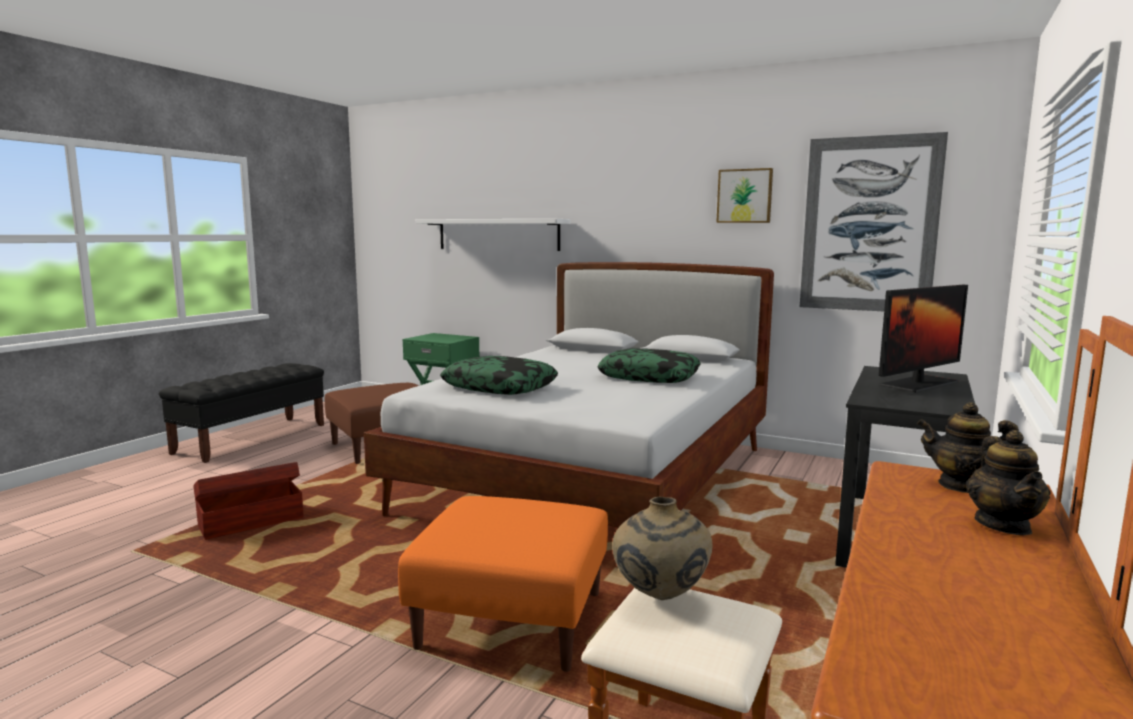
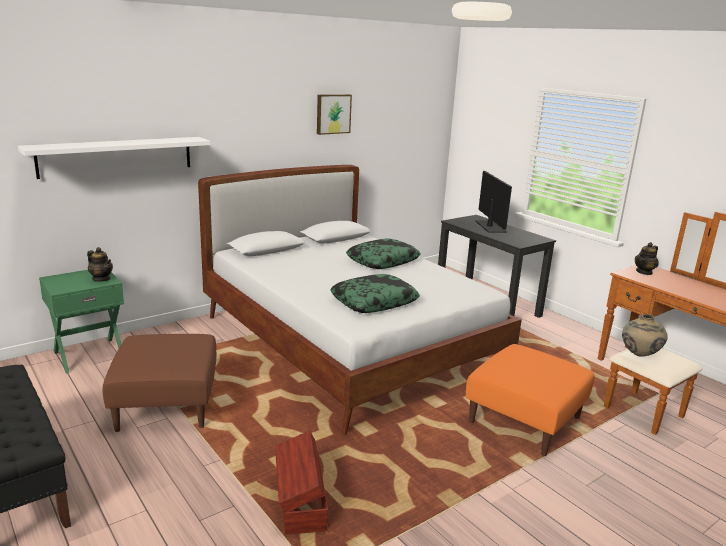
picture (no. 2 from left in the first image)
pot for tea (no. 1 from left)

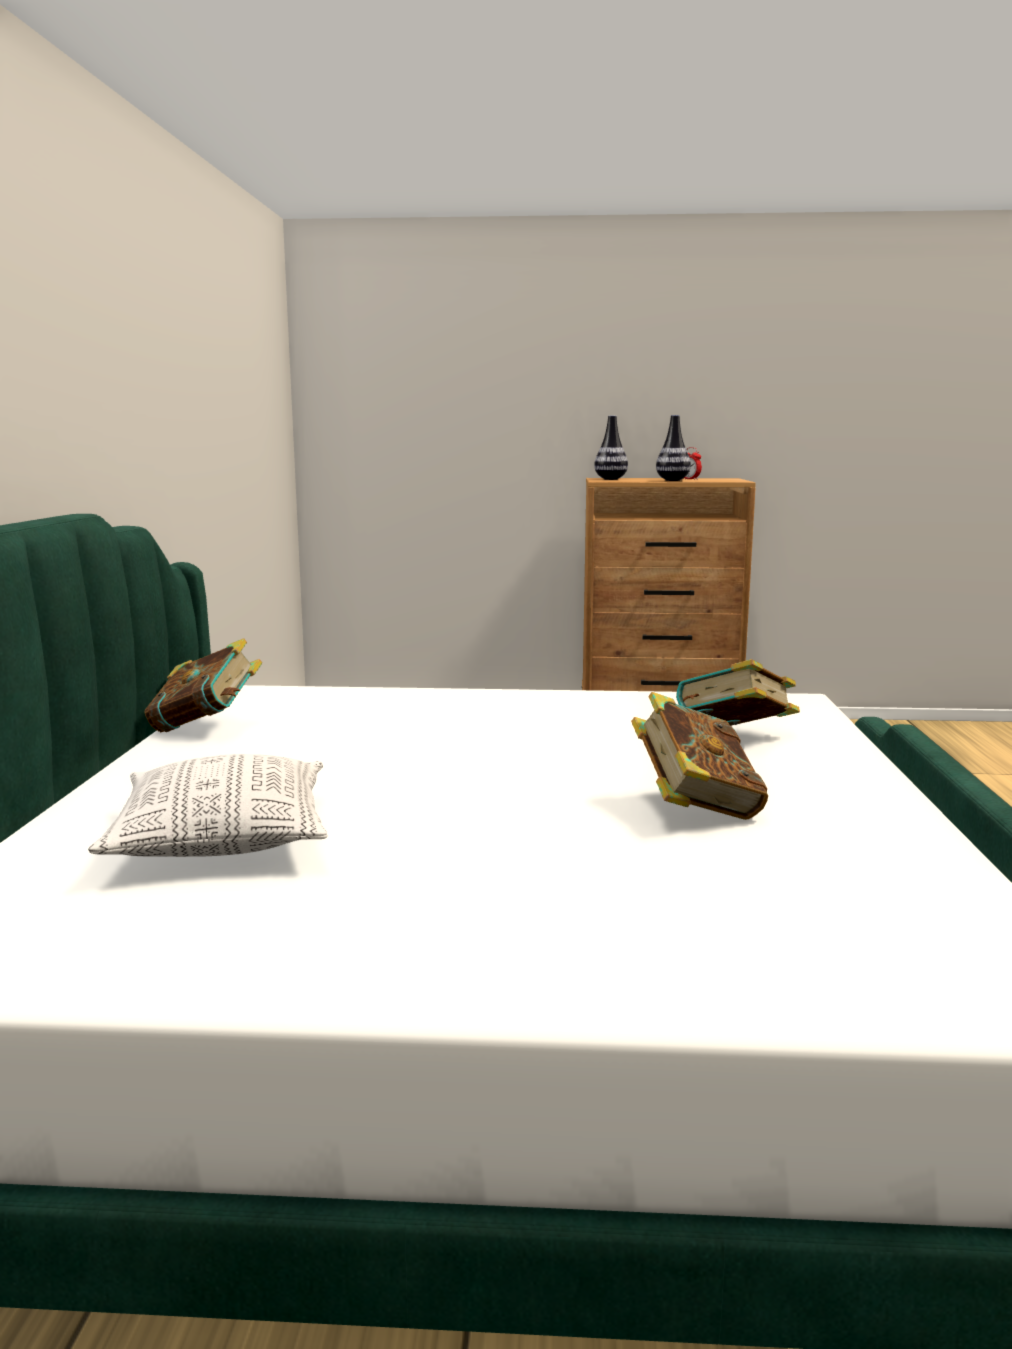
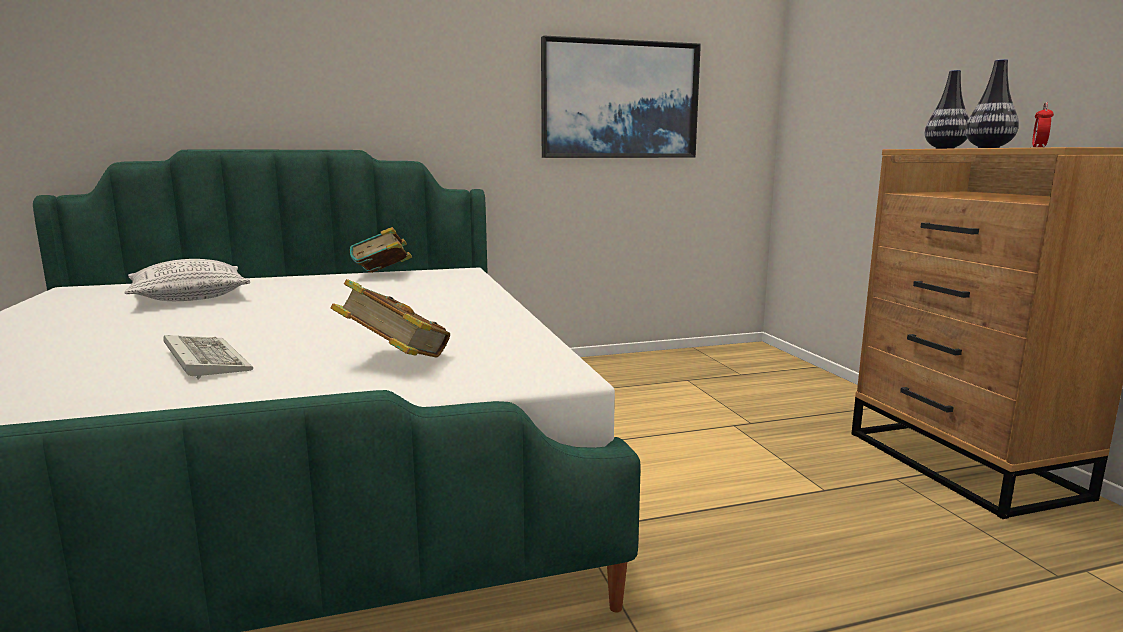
keyboard
picture

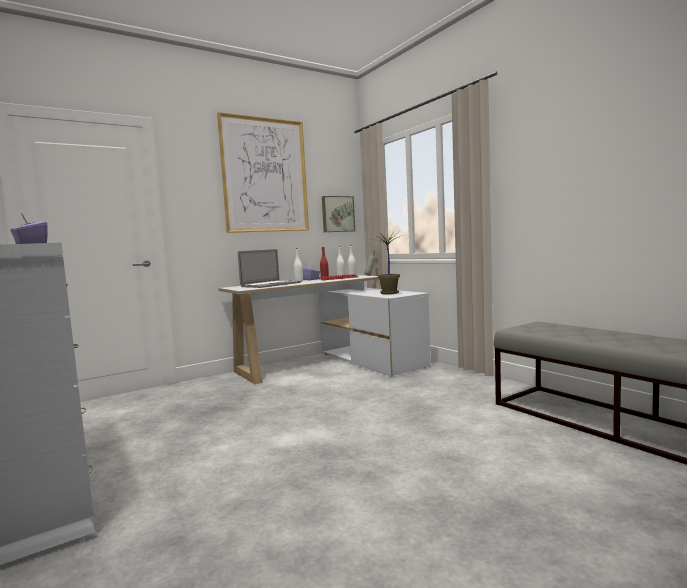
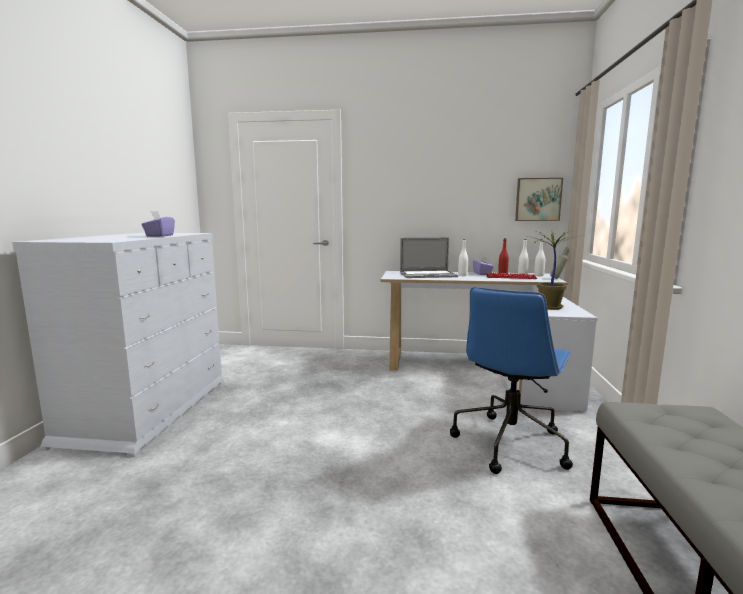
picture (no. 1 from left in the first image)
computer chair (bluish)

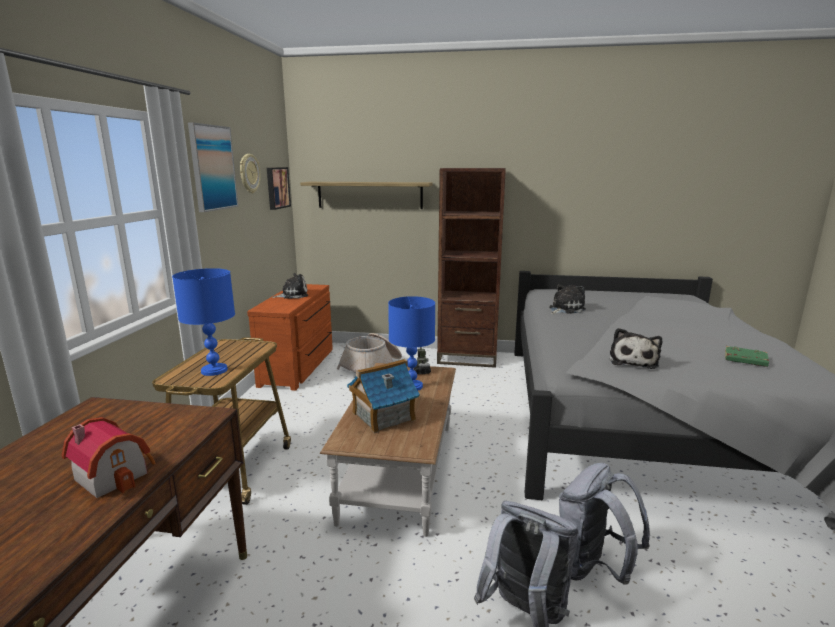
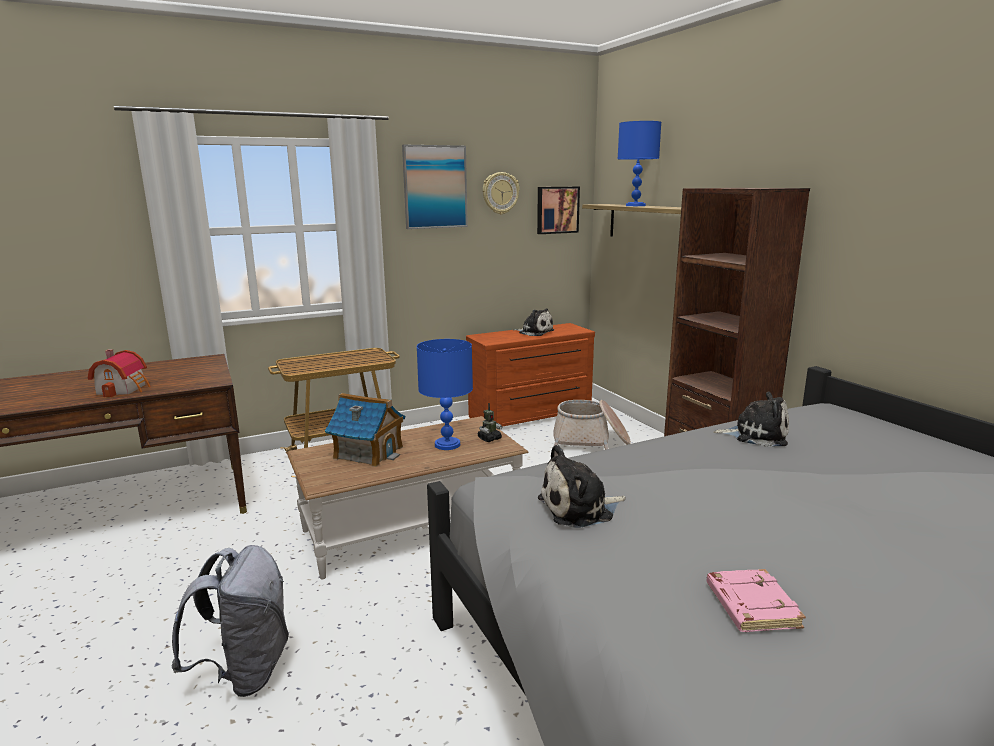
table lamp (bluish) (no. 2 from left)
rucksack (greyish) (no. 2 from left in the first image)
volume (pink-coloured)

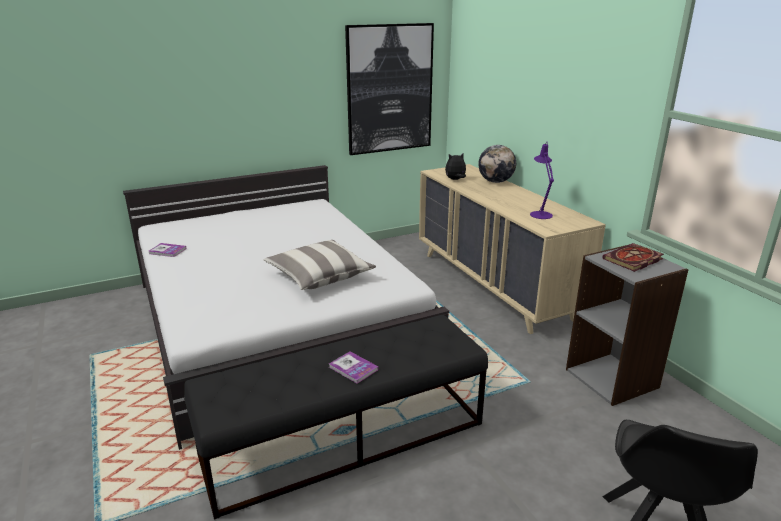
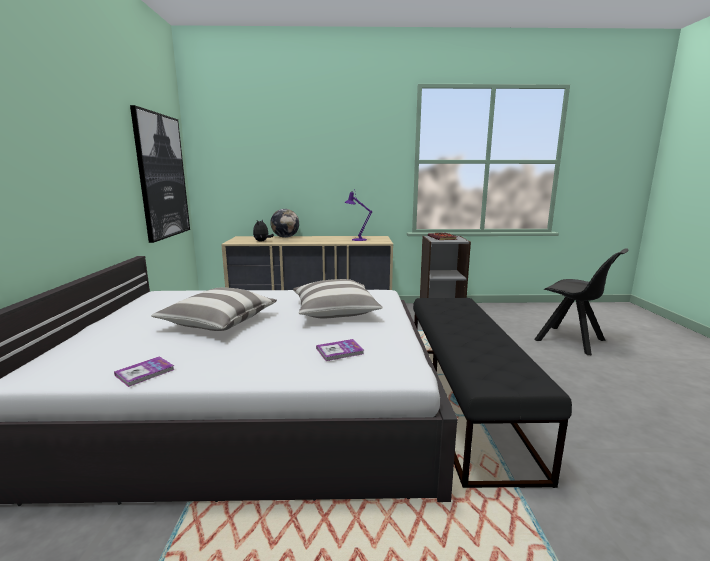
volume (no. 2 from left)
pillow (no. 1 from left)

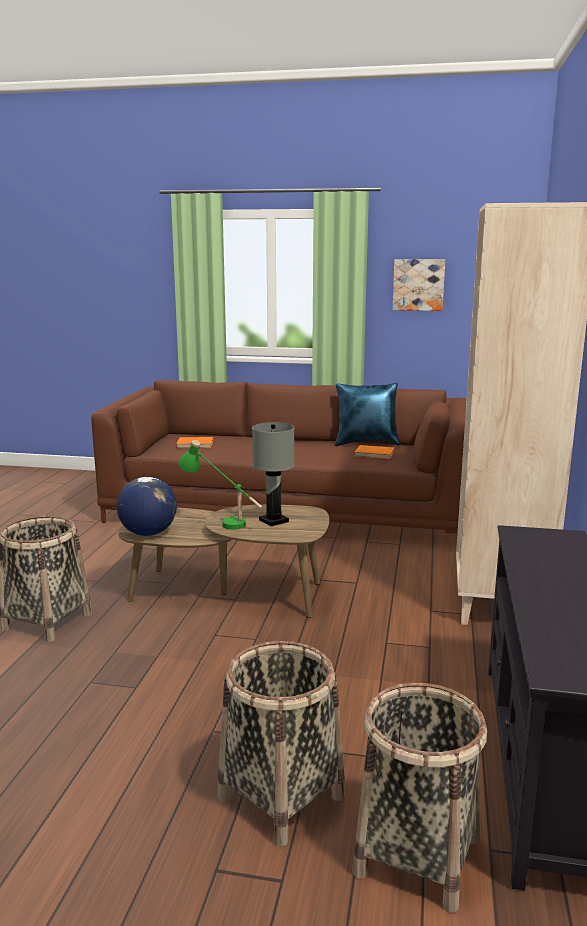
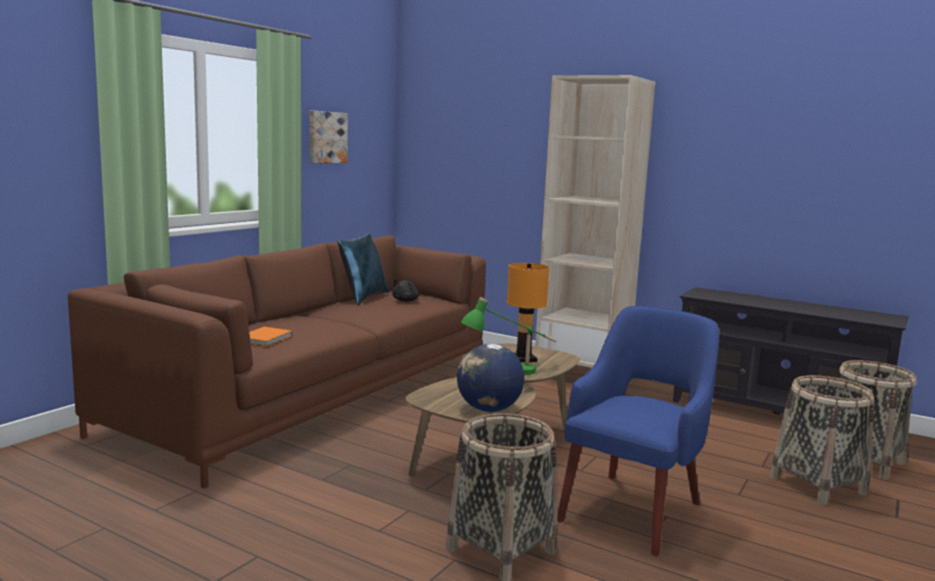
table lamp (orange)
plush toy (black)
lounge chair (bluish)

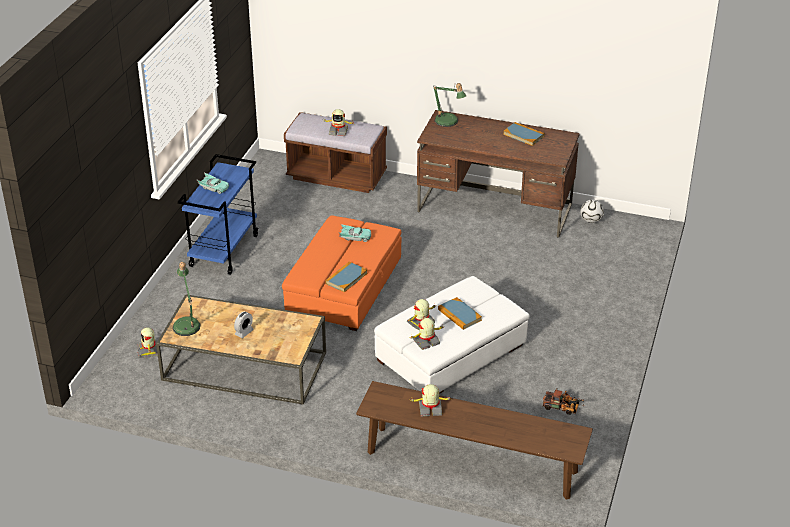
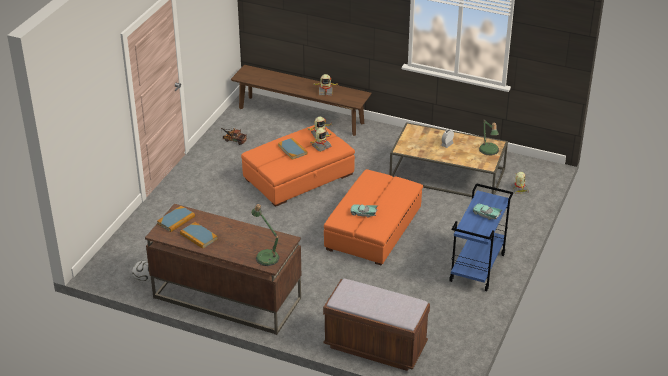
model robot (no. 2 from left in the first image)
volume (no. 1 from left)
footrest (orange) (no. 1 from left)

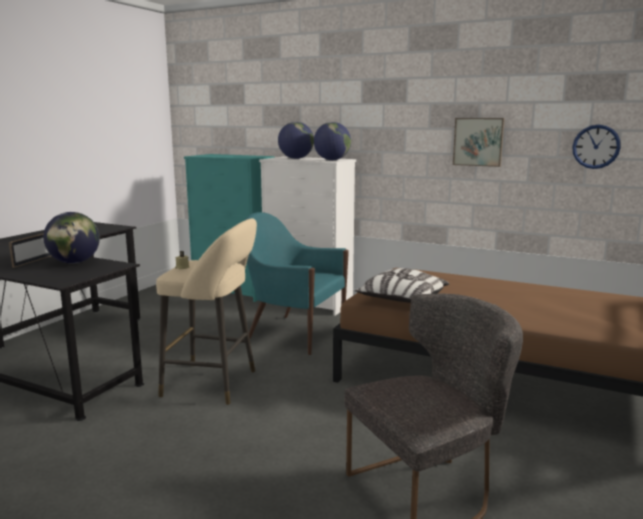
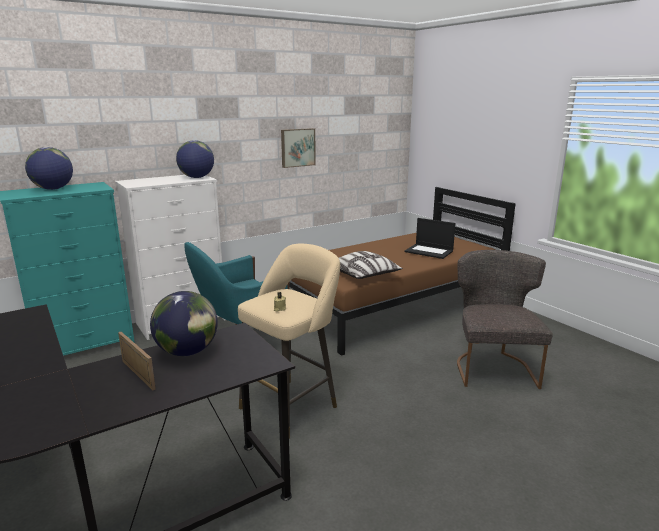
world globe (no. 1 from left)
wall clock
laptop

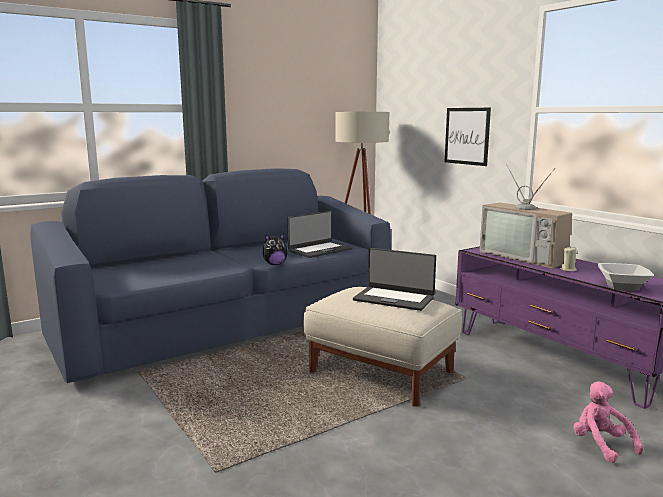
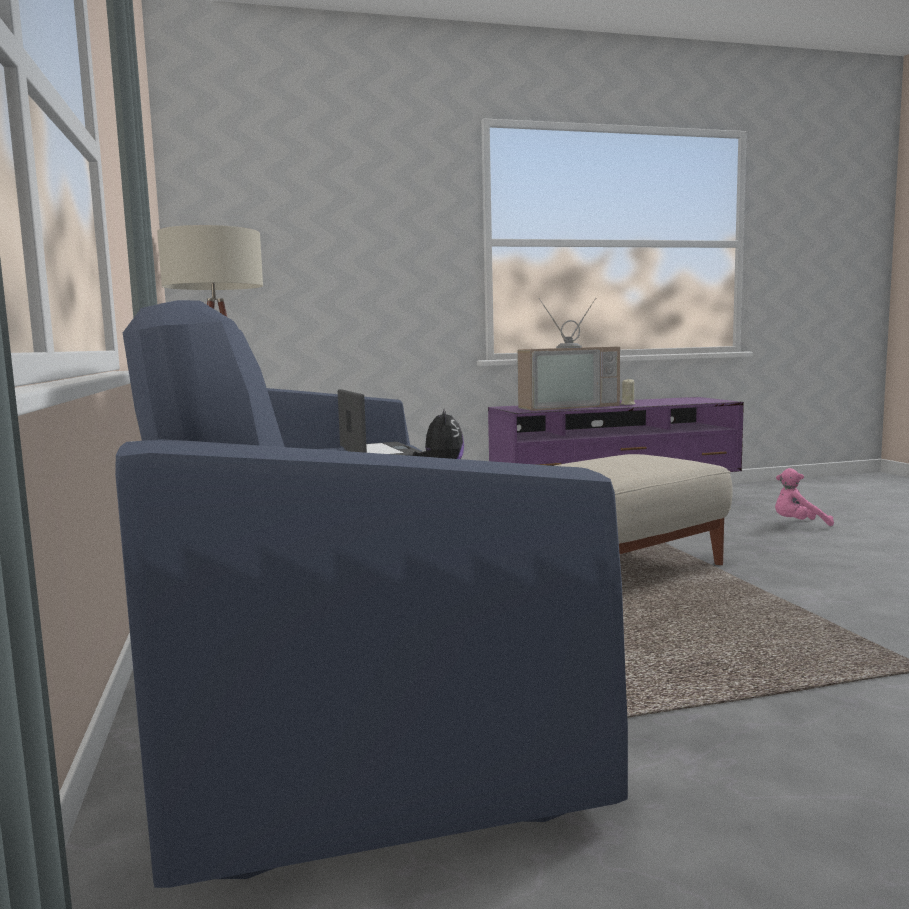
laptop (no. 2 from left in the first image)
picture
deep dish

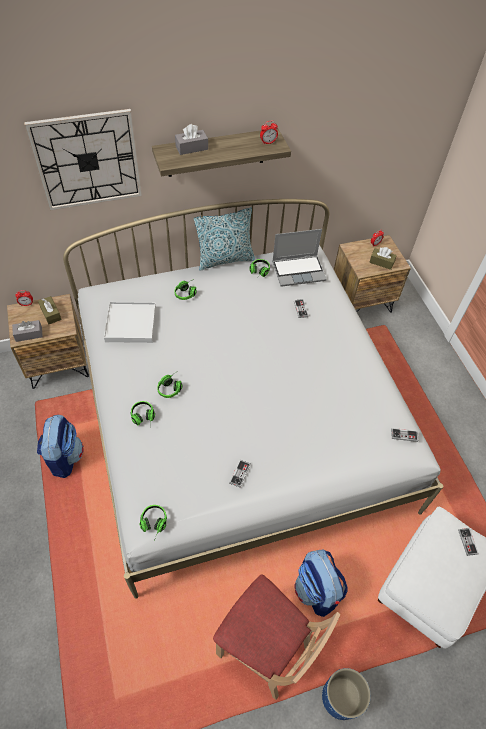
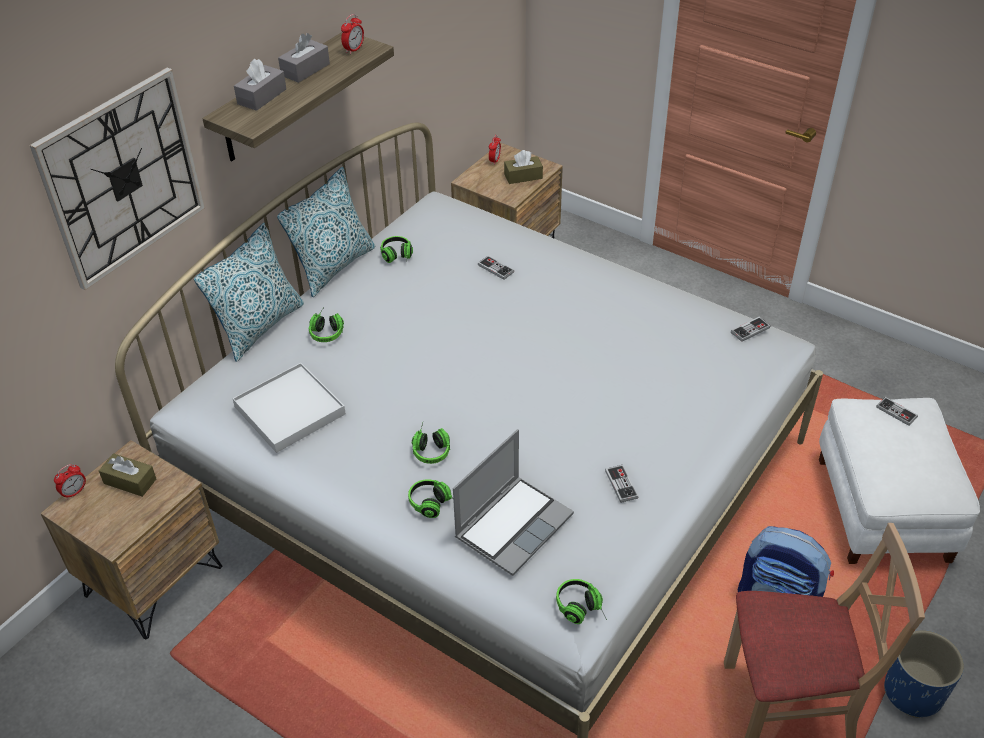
tissue holder (greyish) (no. 2 from left)
rucksack (no. 1 from left in the first image)
laptop
pillow (no. 1 from left)

